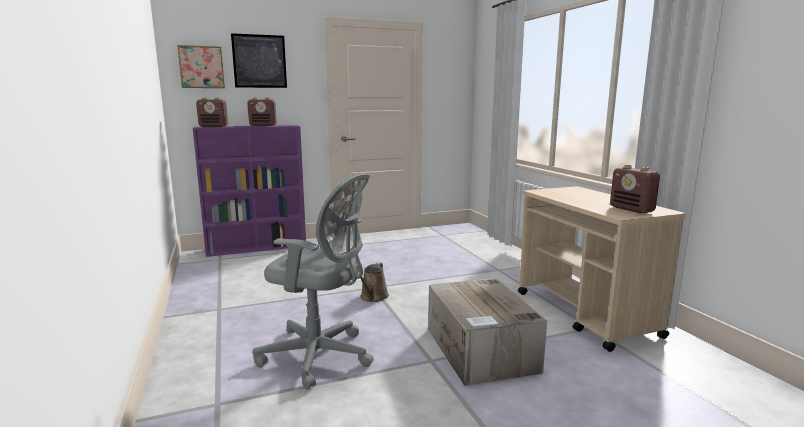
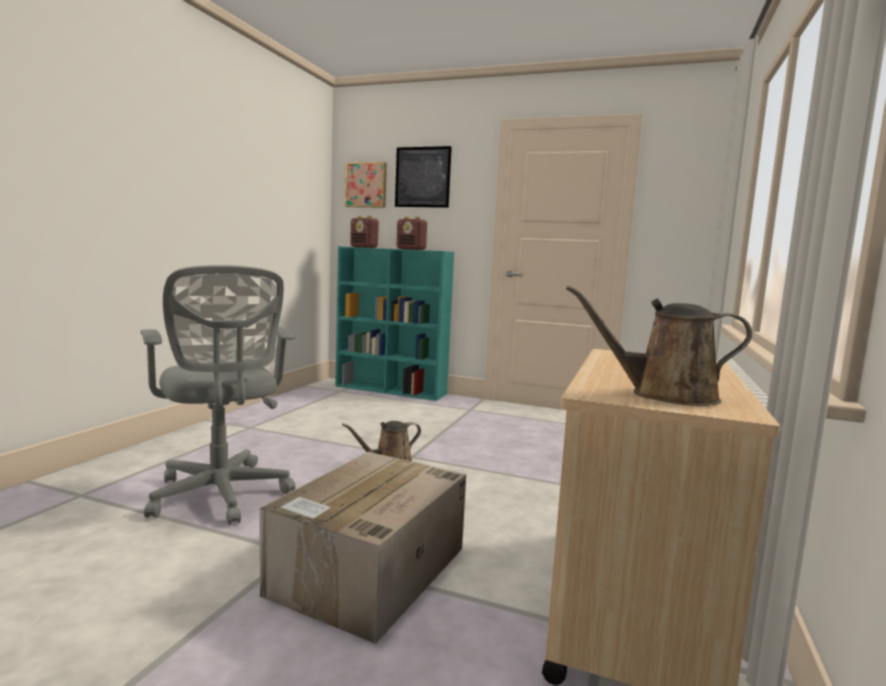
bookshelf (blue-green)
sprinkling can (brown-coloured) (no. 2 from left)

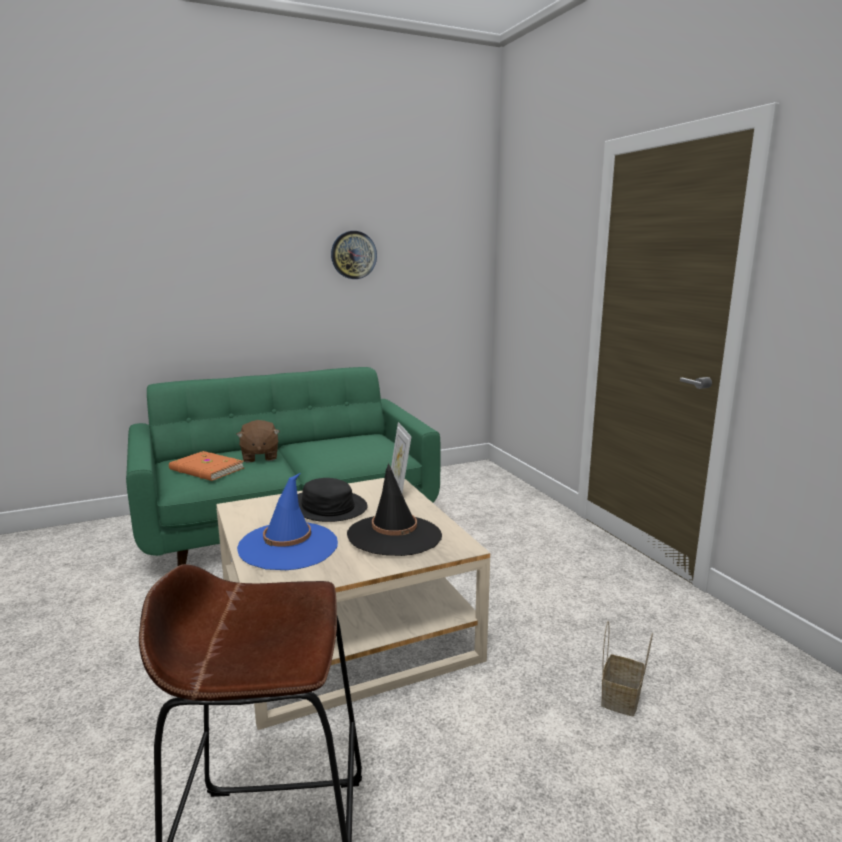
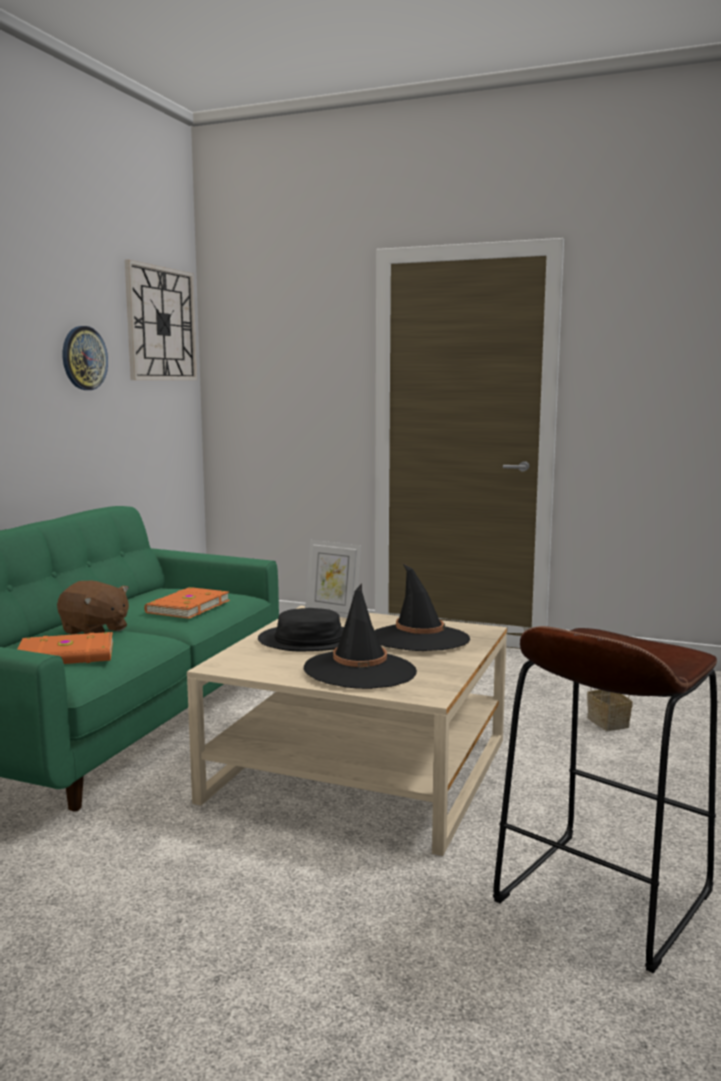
wearable hat (black) (no. 2 from left)
wall clock (no. 2 from left)
volume (orange) (no. 2 from left)

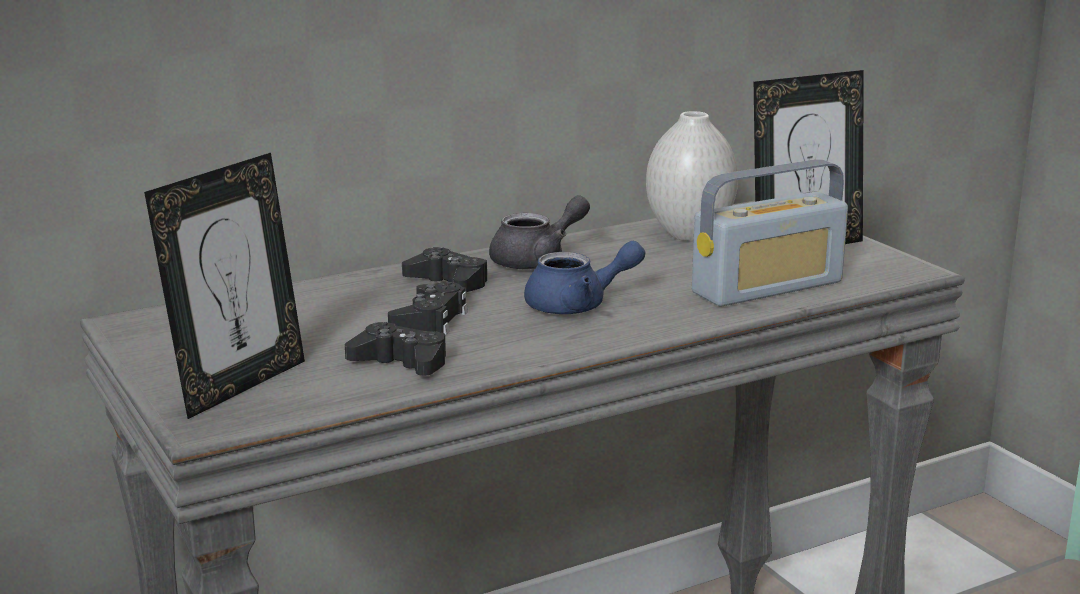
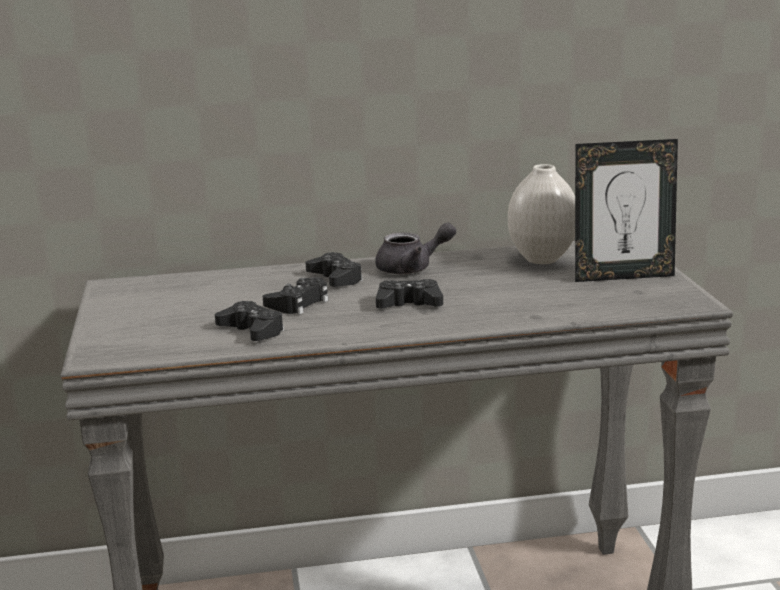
photo frame (no. 1 from left in the first image)
game controller (black) (no. 4 from left)
radio

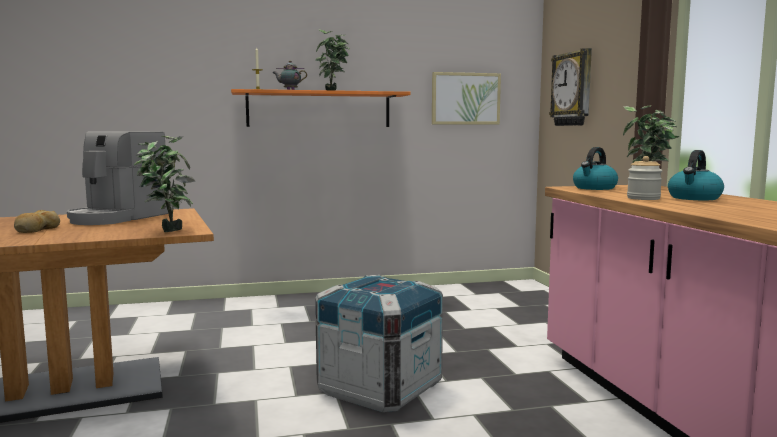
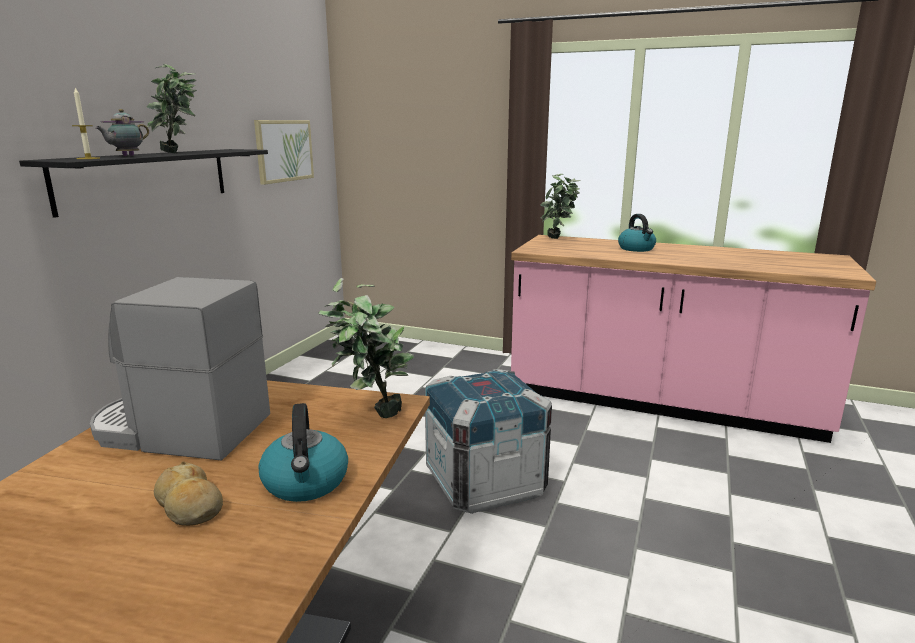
coffee brewer
shelf (black)
wall clock
tea kettle (no. 1 from left)
preserve jar

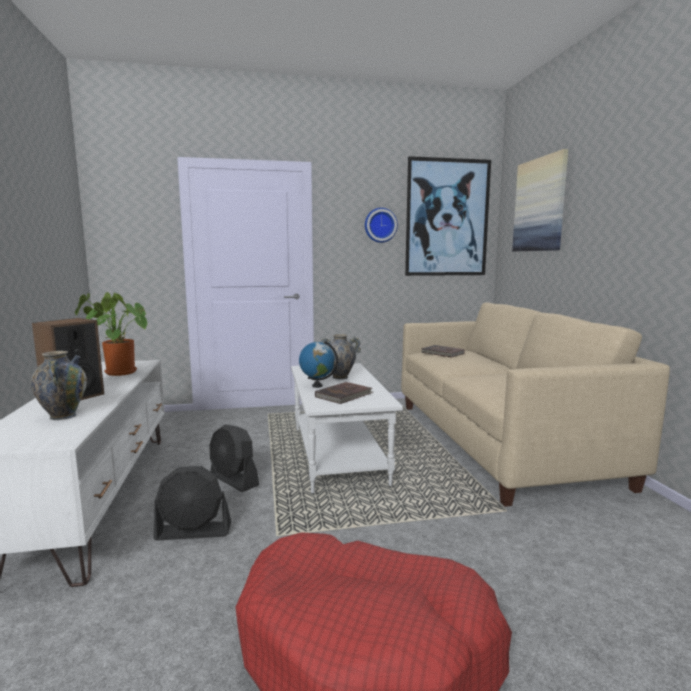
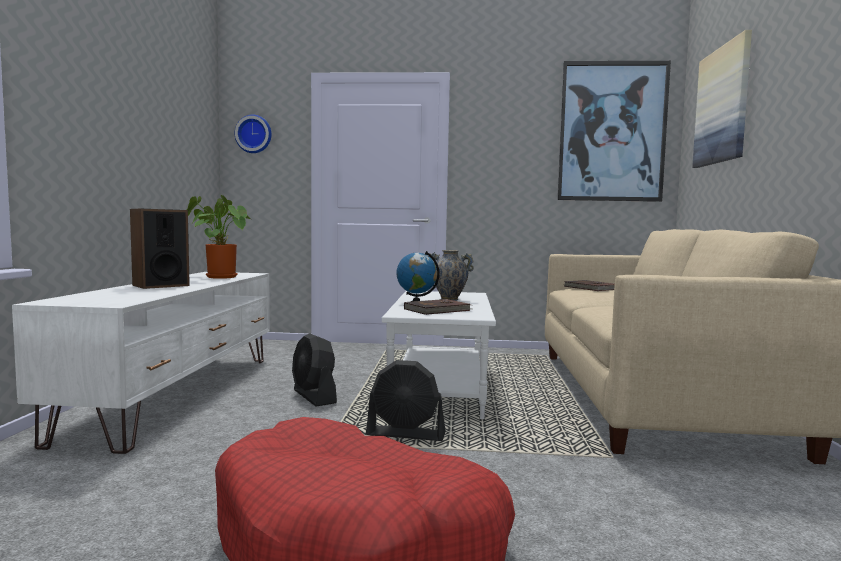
decorative vase (no. 1 from left in the first image)
fan (black) (no. 2 from left)
wall clock

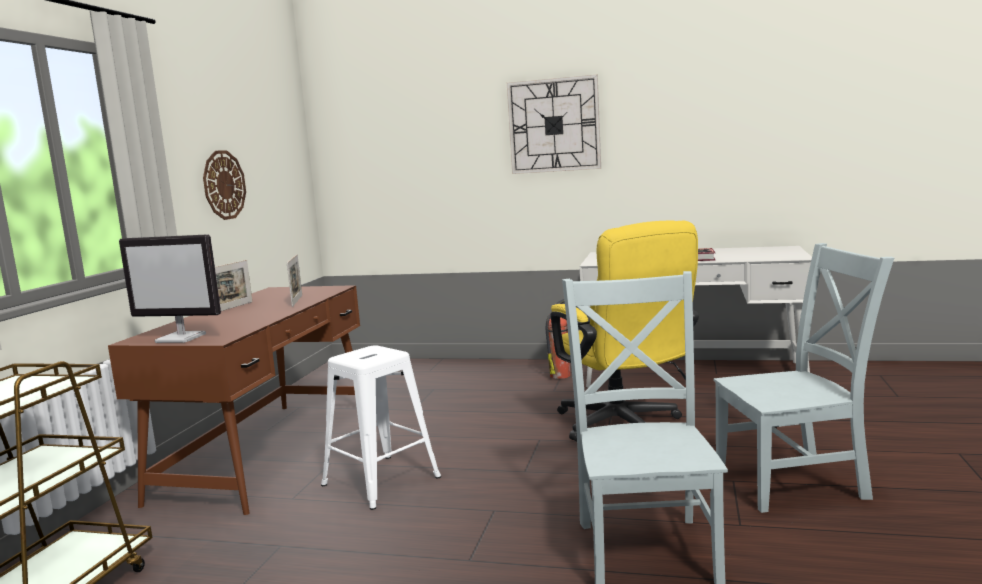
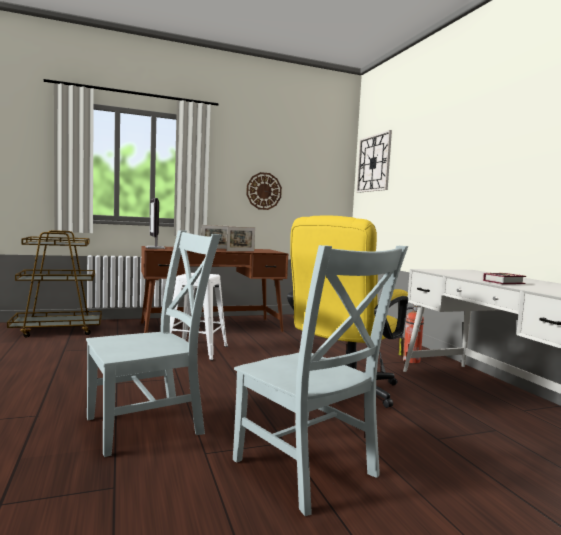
wall clock (no. 2 from left)

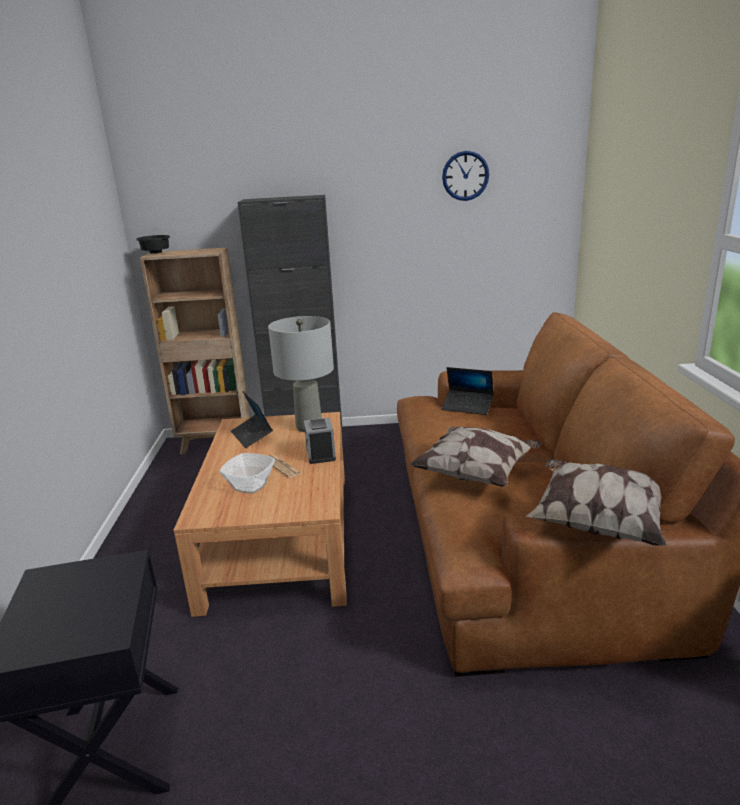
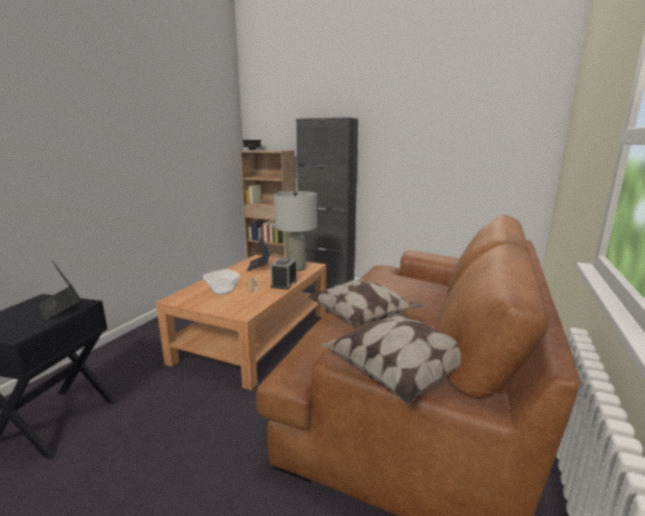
wall clock
laptop (no. 1 from left)

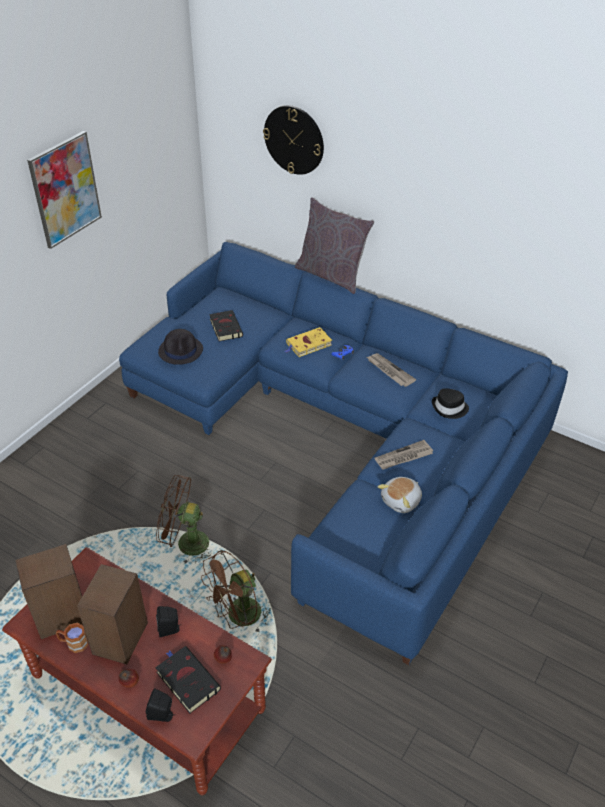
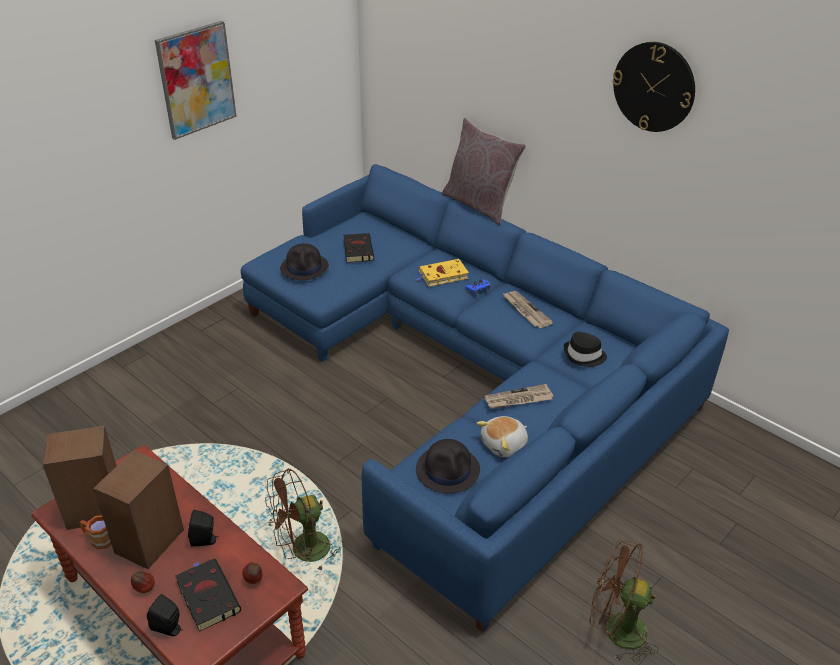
fan (brown-coloured) (no. 2 from left)
wall clock
wearable hat (black) (no. 2 from left)

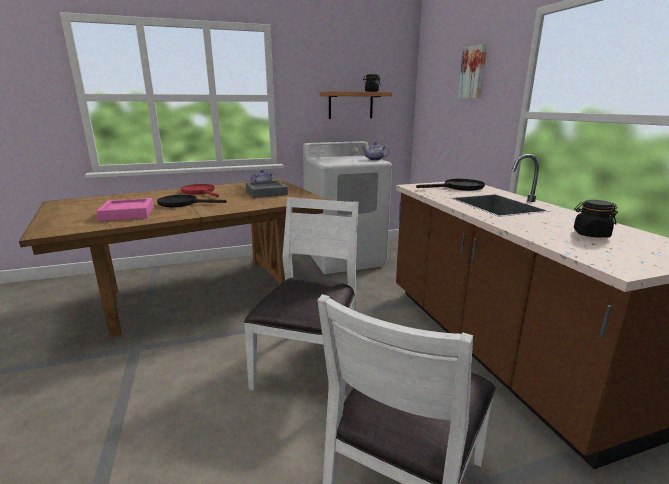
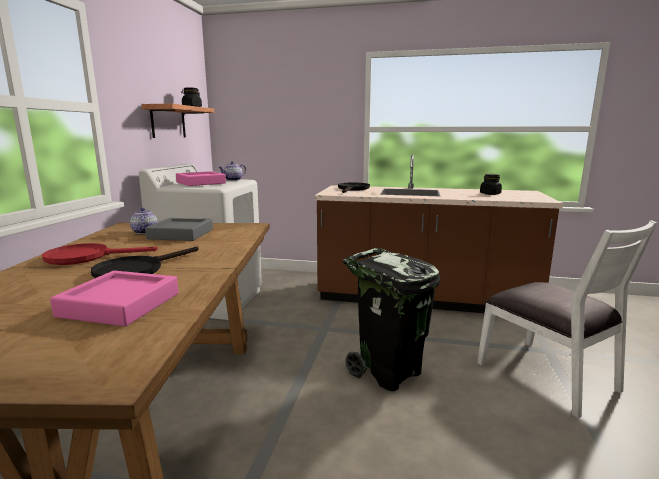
waste bin (black)
picture
tray (pink-coloured) (no. 2 from left)

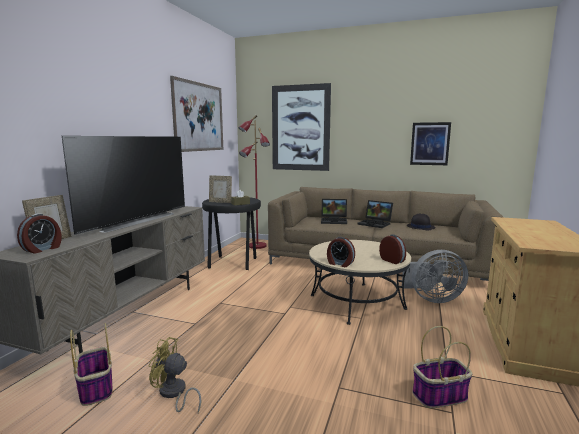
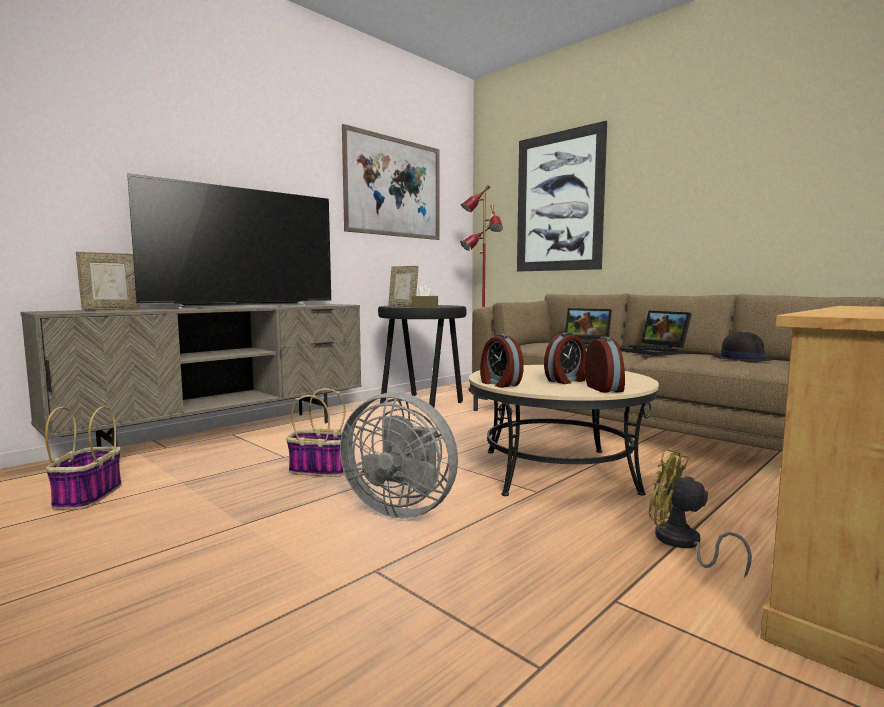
table clock (no. 2 from left)
fan (yellowish)
fan (greyish)
picture (no. 3 from left in the first image)
storage basket (no. 2 from left)

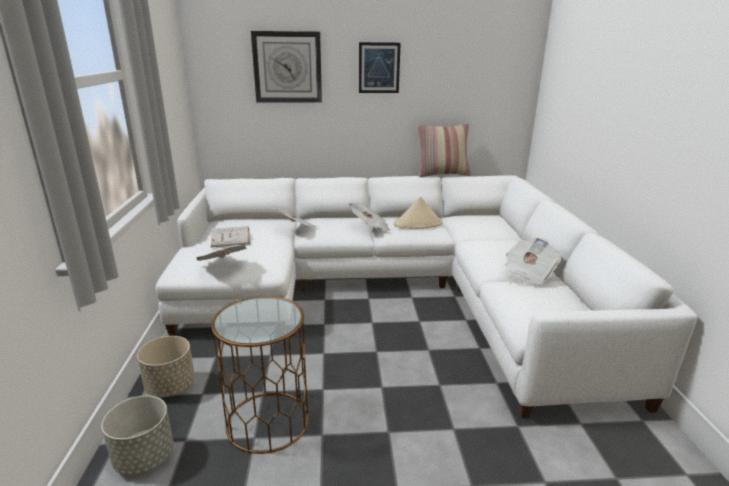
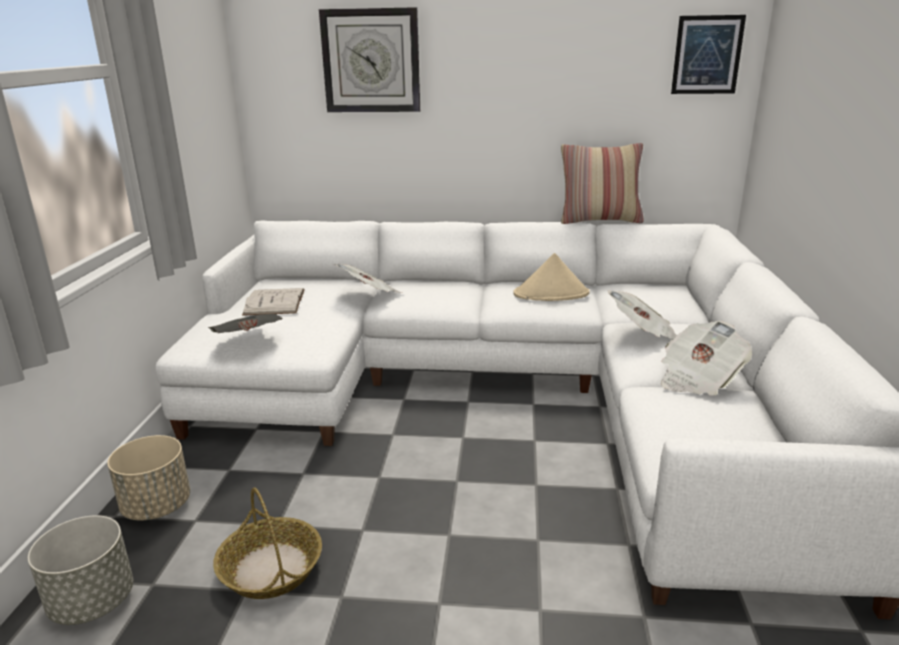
storage basket
newspaper (no. 3 from left)
picture

